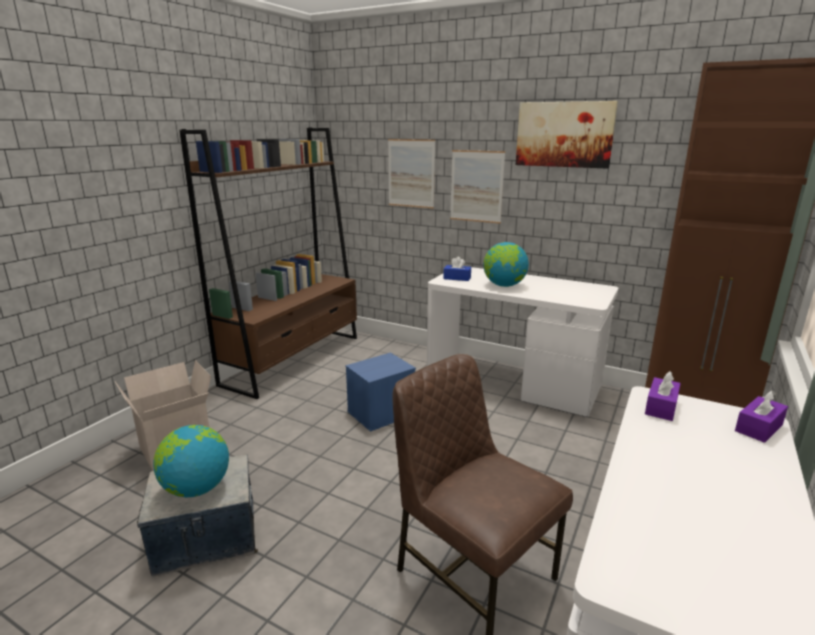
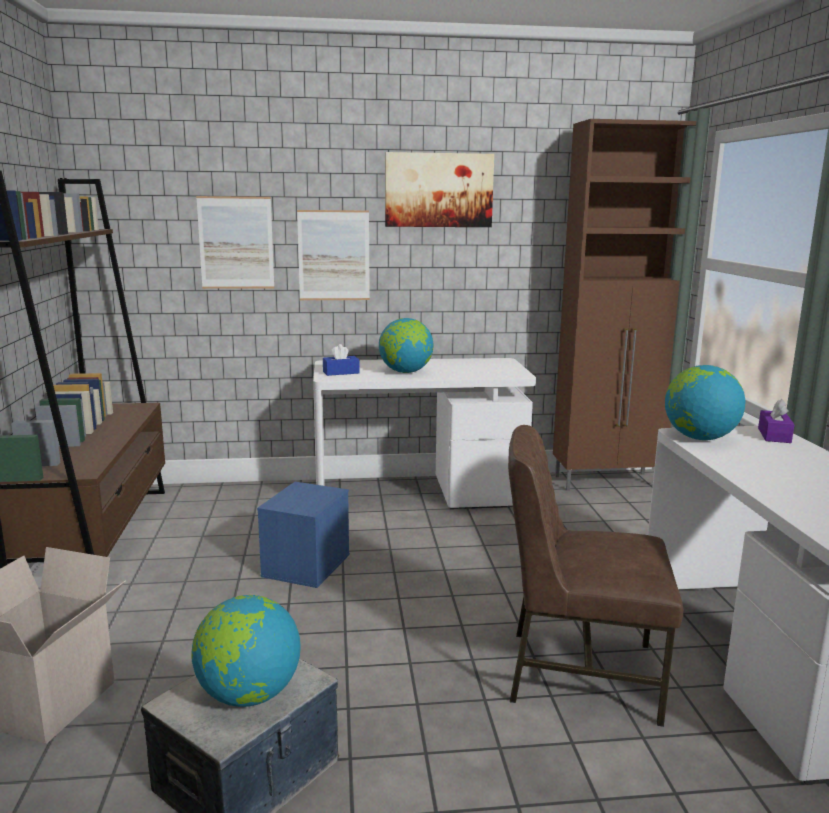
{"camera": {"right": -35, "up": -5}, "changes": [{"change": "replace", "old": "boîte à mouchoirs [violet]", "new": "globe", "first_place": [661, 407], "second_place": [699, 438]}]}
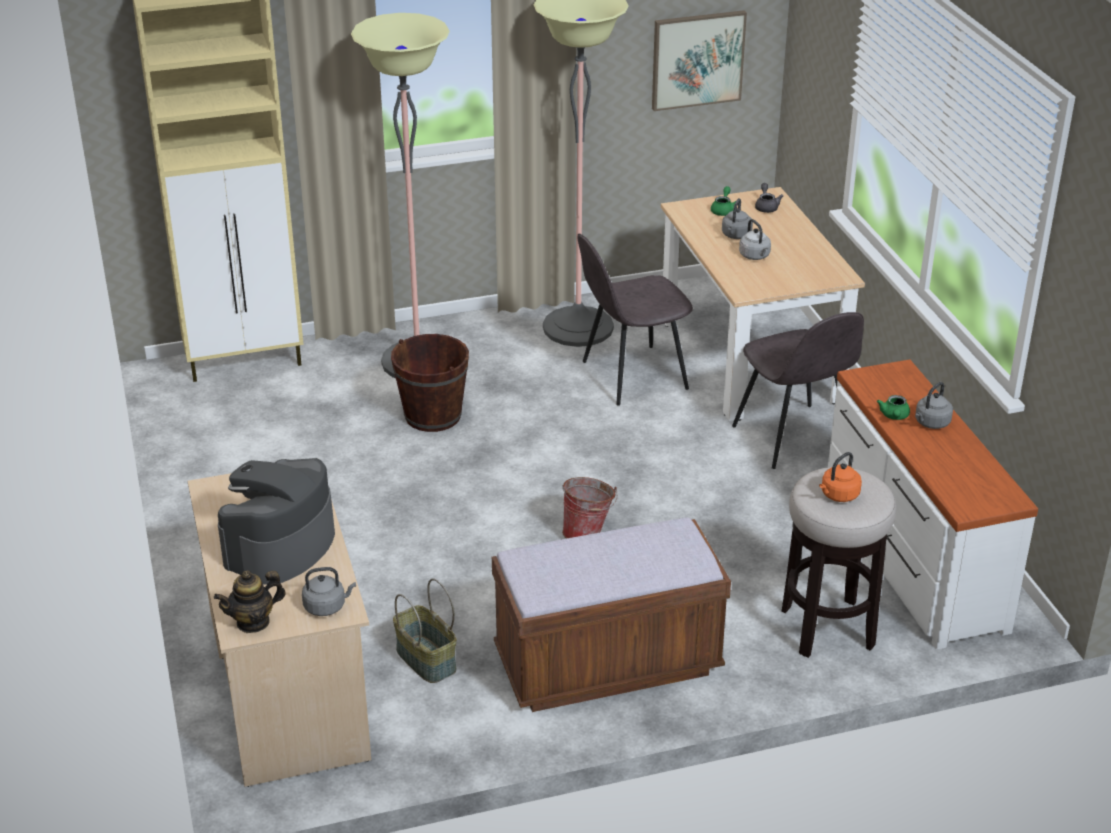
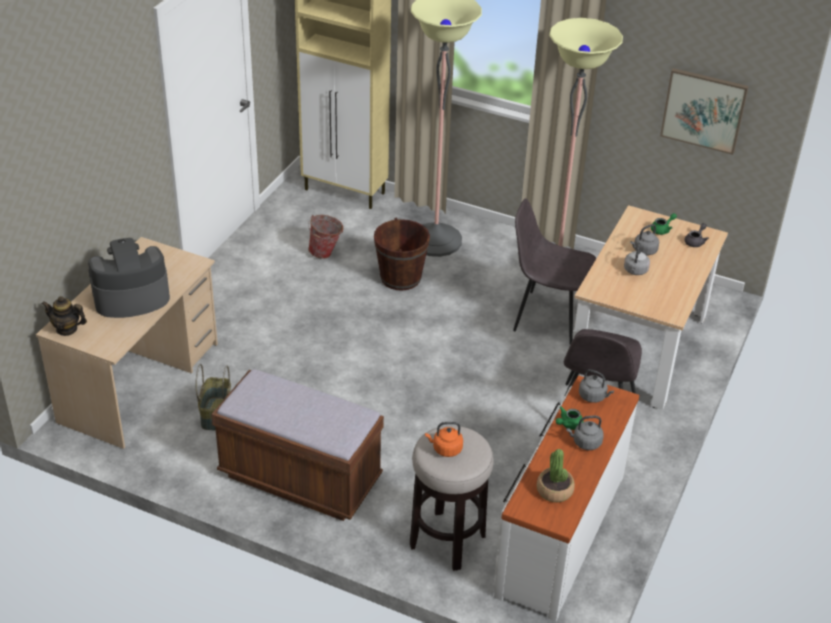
{"camera": {"right": 40, "up": 5}, "changes": [{"change": "move", "old": "seau", "first_place": [588, 534], "second_place": [326, 253]}, {"change": "insert", "new": "plante en pot", "second_place": [554, 490]}, {"change": "move", "old": "bouilloire [gris]", "first_place": [327, 606], "second_place": [593, 396]}]}
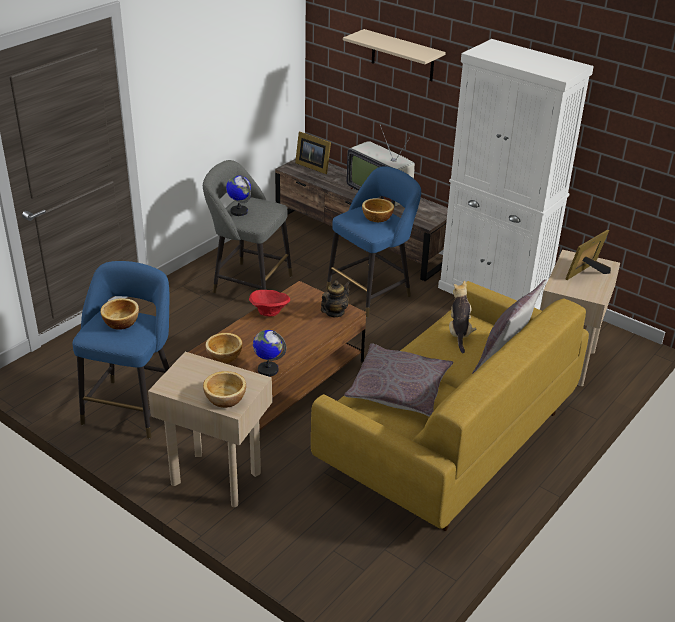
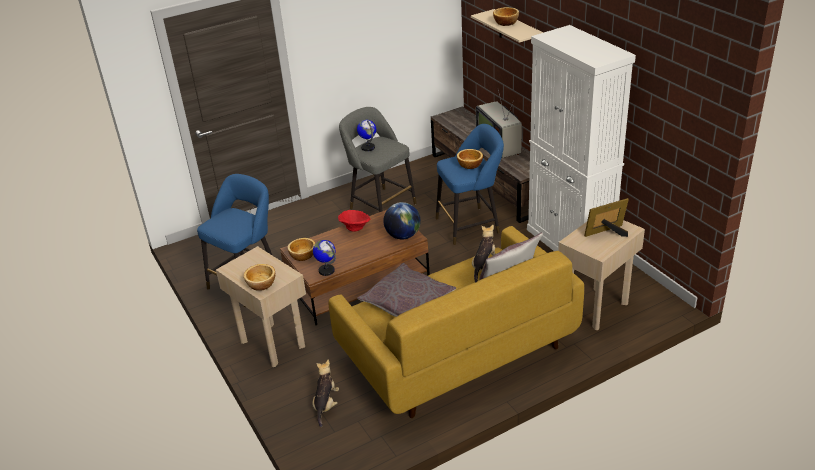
{"camera": {"right": 25, "up": 0}, "changes": [{"change": "insert", "new": "peluche", "second_place": [326, 405]}, {"change": "replace", "old": "théière", "new": "globe", "first_place": [334, 312], "second_place": [403, 236]}, {"change": "move", "old": "bol", "first_place": [121, 322], "second_place": [505, 22]}, {"change": "delete", "old": "cadre photo", "first_place": [313, 166]}]}
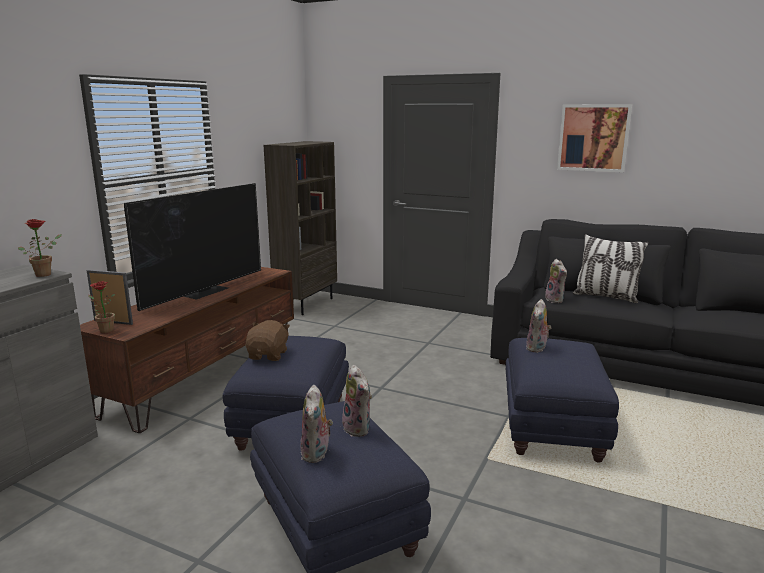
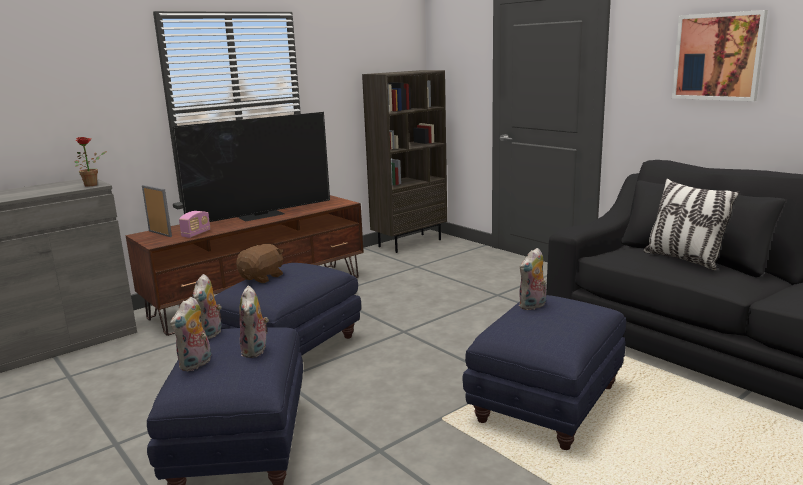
{"camera": {"right": 25, "up": 0}, "changes": [{"change": "insert", "new": "radio", "second_place": [196, 234]}, {"change": "move", "old": "peluche", "first_place": [556, 300], "second_place": [210, 335]}, {"change": "delete", "old": "plante en pot", "first_place": [104, 330]}]}
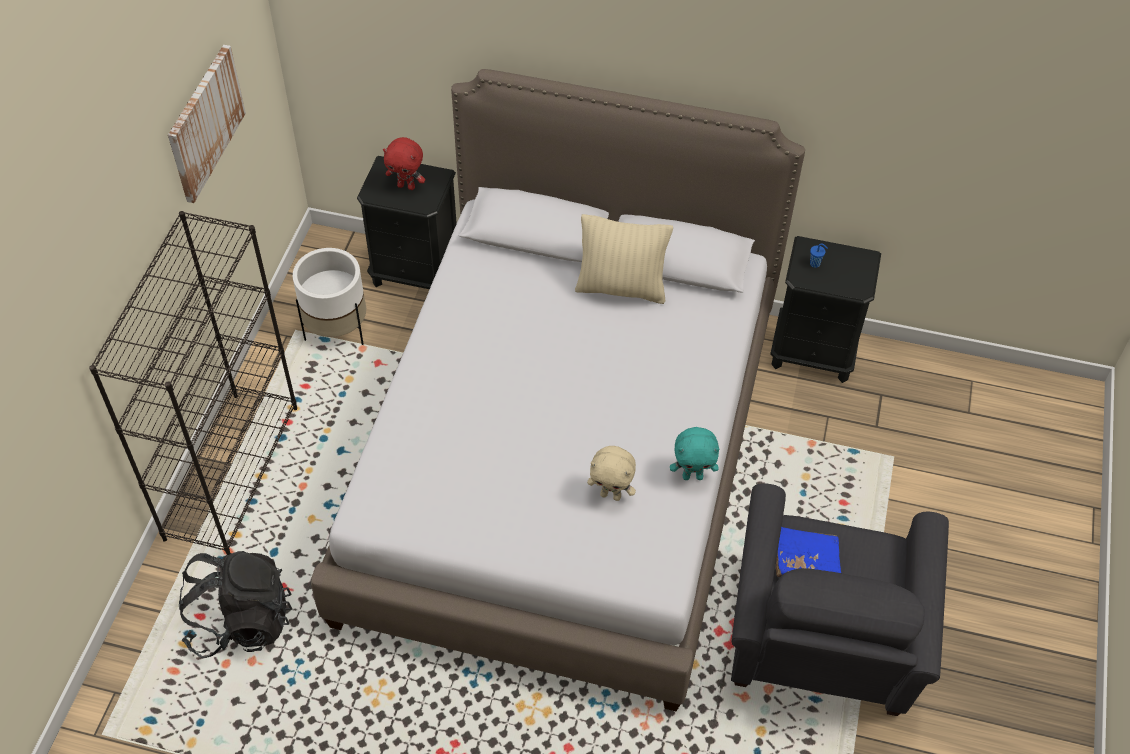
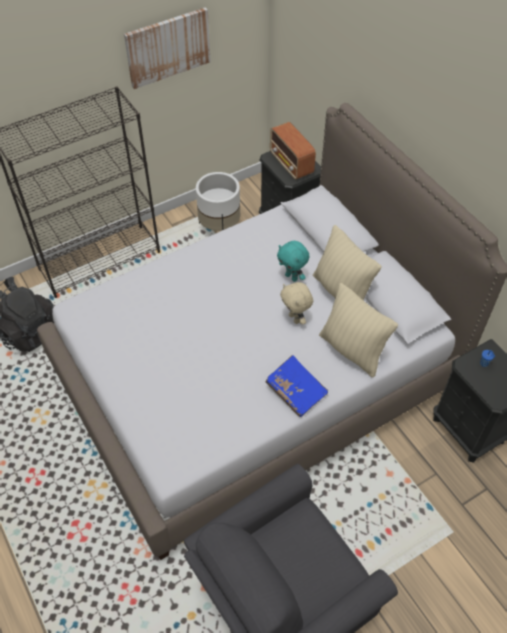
{"camera": {"right": 45, "up": 0}, "changes": [{"change": "move", "old": "livre [bleu]", "first_place": [805, 562], "second_place": [296, 391]}, {"change": "replace", "old": "peluche [rouge]", "new": "radio", "first_place": [406, 186], "second_place": [291, 164]}, {"change": "move", "old": "peluche [turquoise]", "first_place": [693, 476], "second_place": [292, 277]}, {"change": "move", "old": "peluche [beige]", "first_place": [611, 495], "second_place": [295, 318]}, {"change": "insert", "new": "coussin [beige]", "second_place": [352, 350]}]}
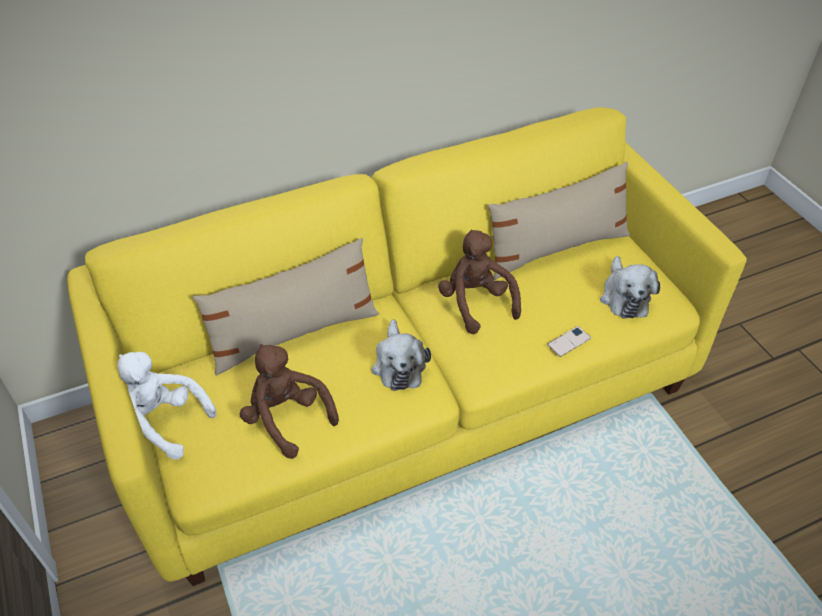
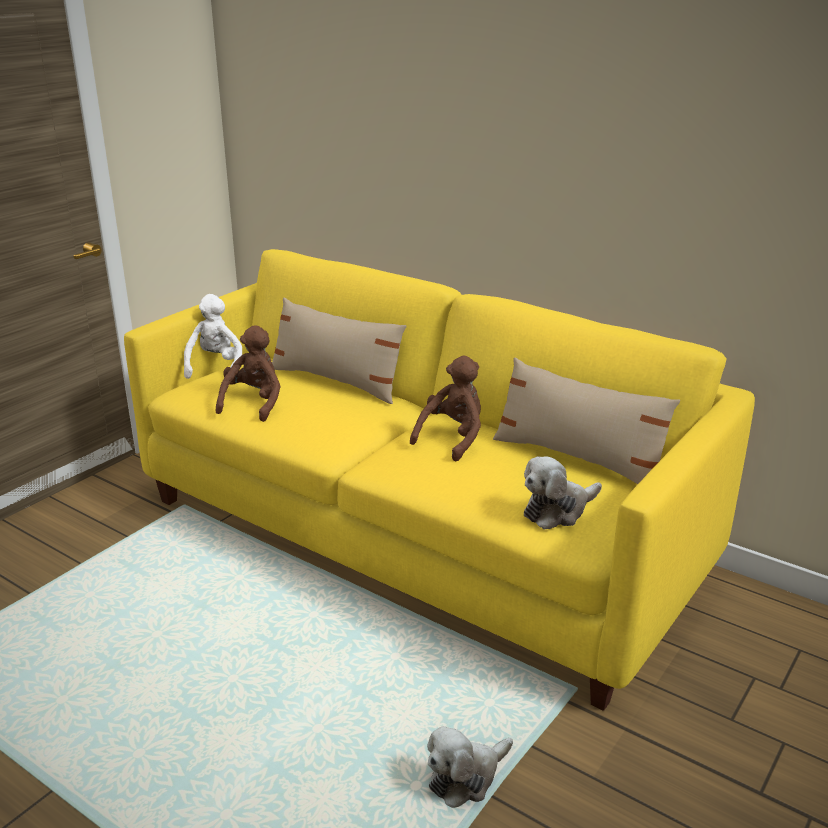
{"camera": {"right": 60, "up": -20}, "changes": [{"change": "move", "old": "peluche", "first_place": [398, 364], "second_place": [466, 777]}, {"change": "delete", "old": "téléphone", "first_place": [569, 341]}]}
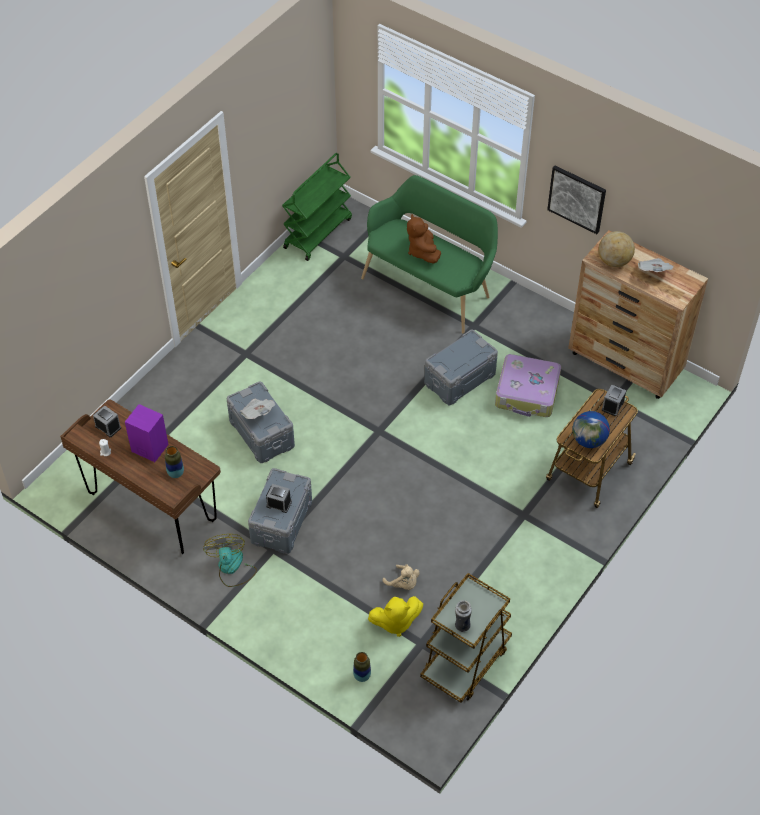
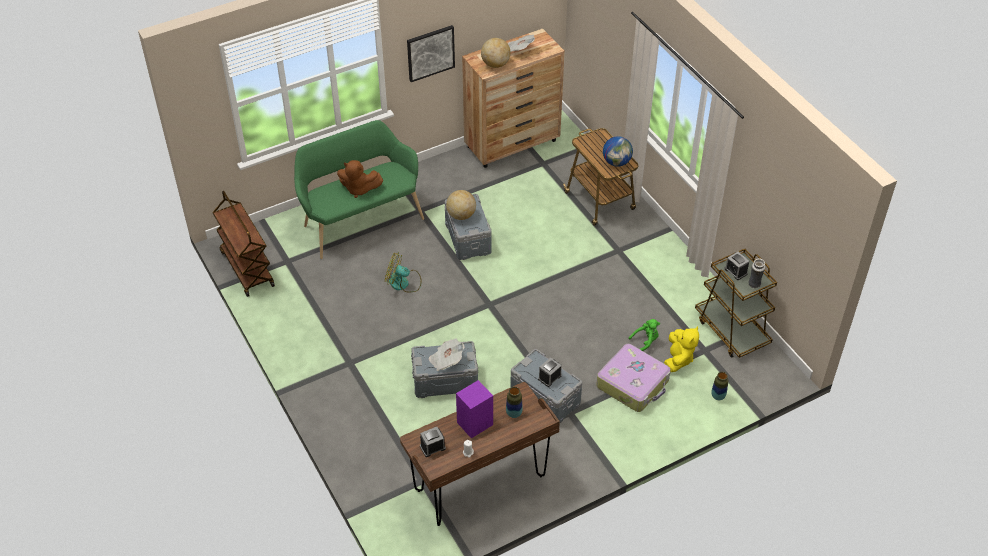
{"camera": {"right": -65, "up": -5}, "changes": [{"change": "recolor", "old": "chariot [vert]", "new": "chariot [marron]", "first_place": [318, 232], "second_place": [246, 268]}, {"change": "move", "old": "ventilateur", "first_place": [232, 568], "second_place": [403, 283]}, {"change": "insert", "new": "globe", "second_place": [461, 215]}, {"change": "move", "old": "valise", "first_place": [527, 393], "second_place": [633, 384]}, {"change": "recolor", "old": "peluche [beige]", "new": "peluche [vert]", "first_place": [403, 584], "second_place": [645, 341]}, {"change": "move", "old": "réveil", "first_place": [613, 406], "second_place": [735, 271]}]}
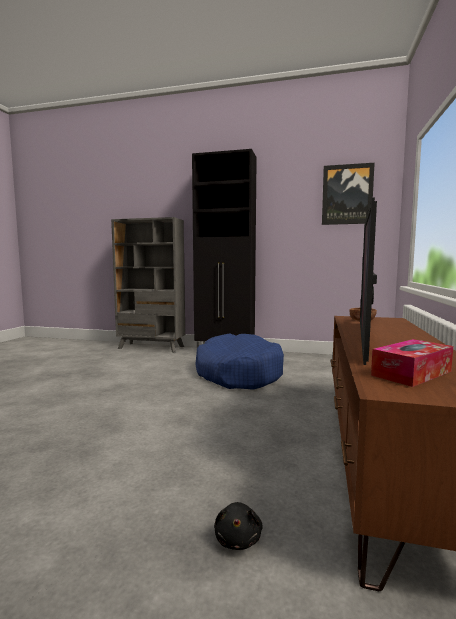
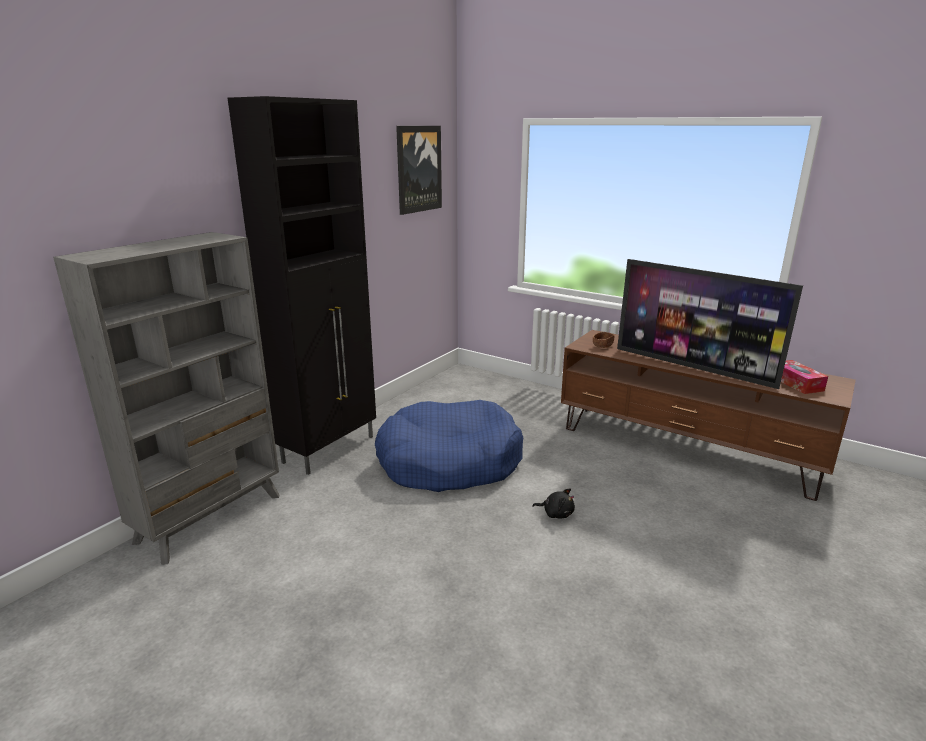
{"camera": {"right": -70, "up": 15}, "changes": [{"change": "move", "old": "peluche [noir]", "first_place": [238, 539], "second_place": [556, 513]}]}
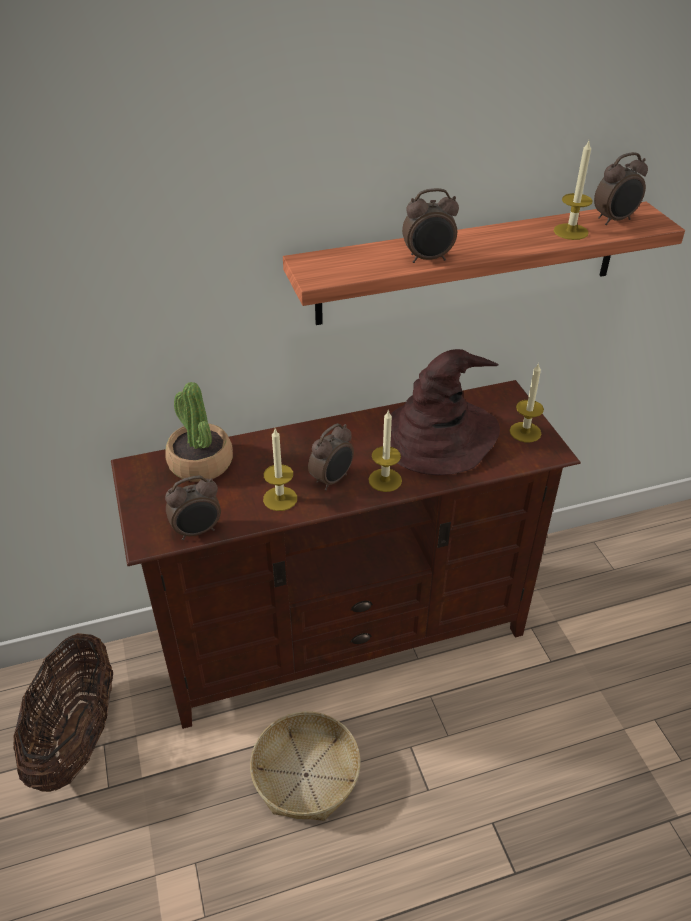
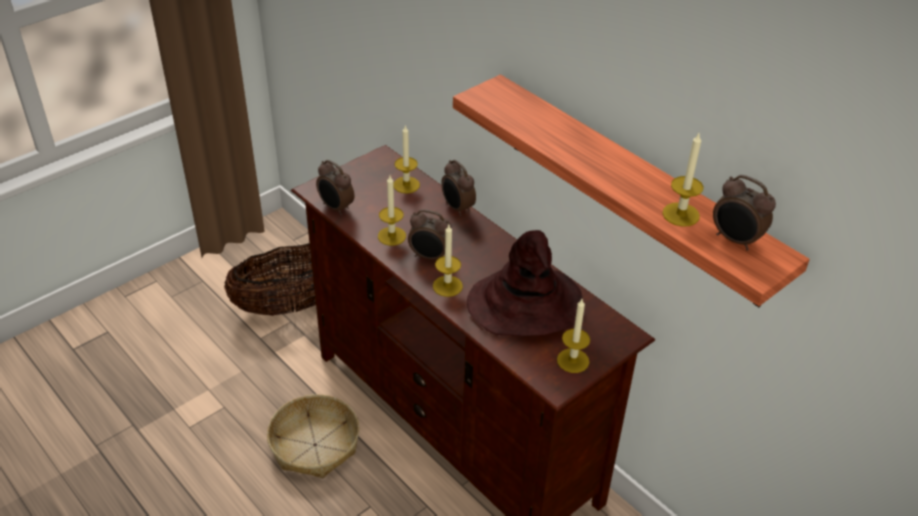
{"camera": {"right": 65, "up": 0}, "changes": [{"change": "replace", "old": "plante en pot", "new": "bougie", "first_place": [200, 463], "second_place": [406, 185]}, {"change": "move", "old": "réveil", "first_place": [428, 259], "second_place": [457, 208]}]}
